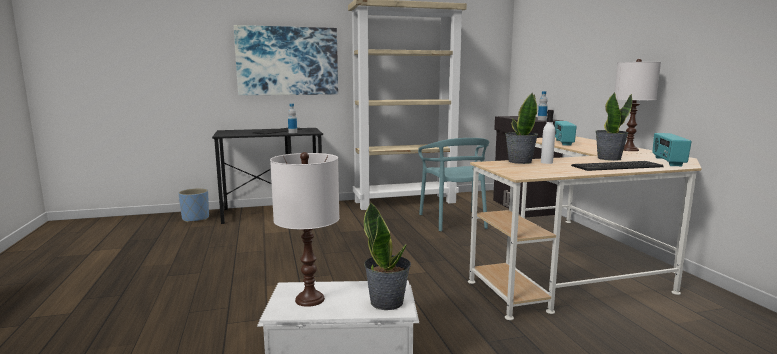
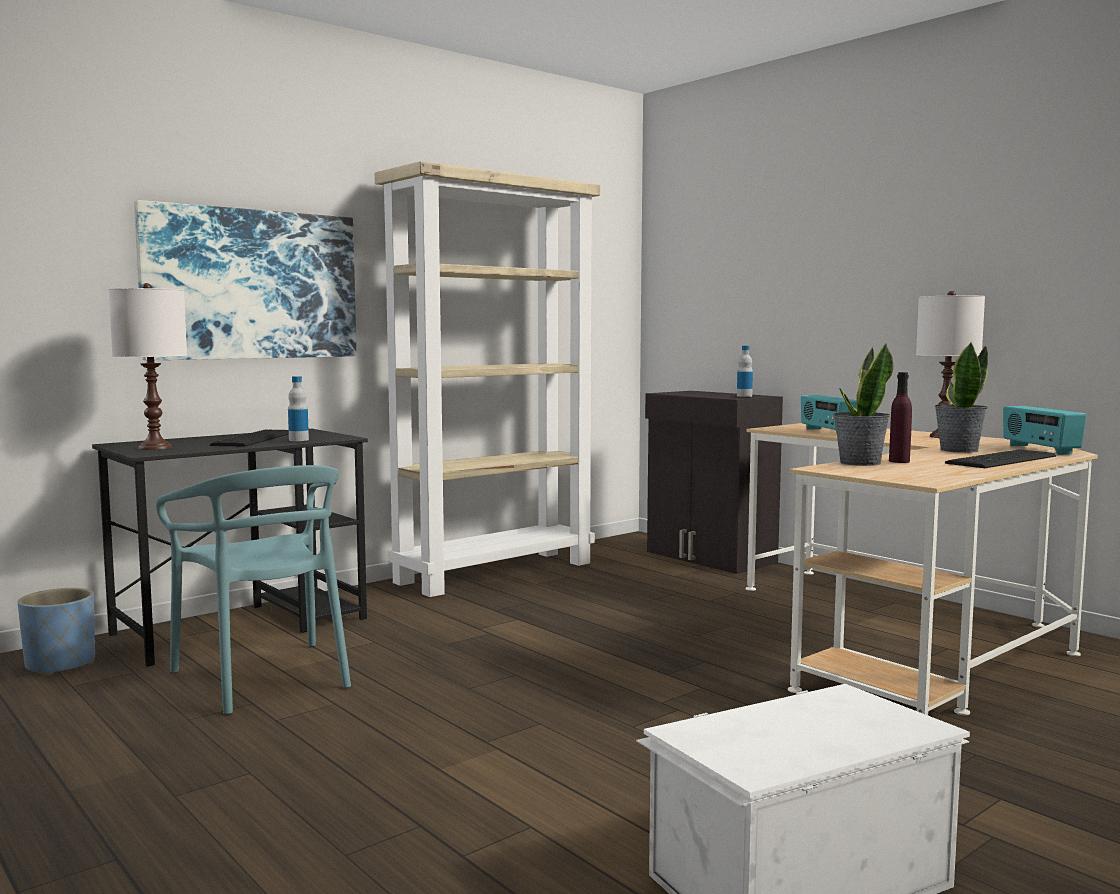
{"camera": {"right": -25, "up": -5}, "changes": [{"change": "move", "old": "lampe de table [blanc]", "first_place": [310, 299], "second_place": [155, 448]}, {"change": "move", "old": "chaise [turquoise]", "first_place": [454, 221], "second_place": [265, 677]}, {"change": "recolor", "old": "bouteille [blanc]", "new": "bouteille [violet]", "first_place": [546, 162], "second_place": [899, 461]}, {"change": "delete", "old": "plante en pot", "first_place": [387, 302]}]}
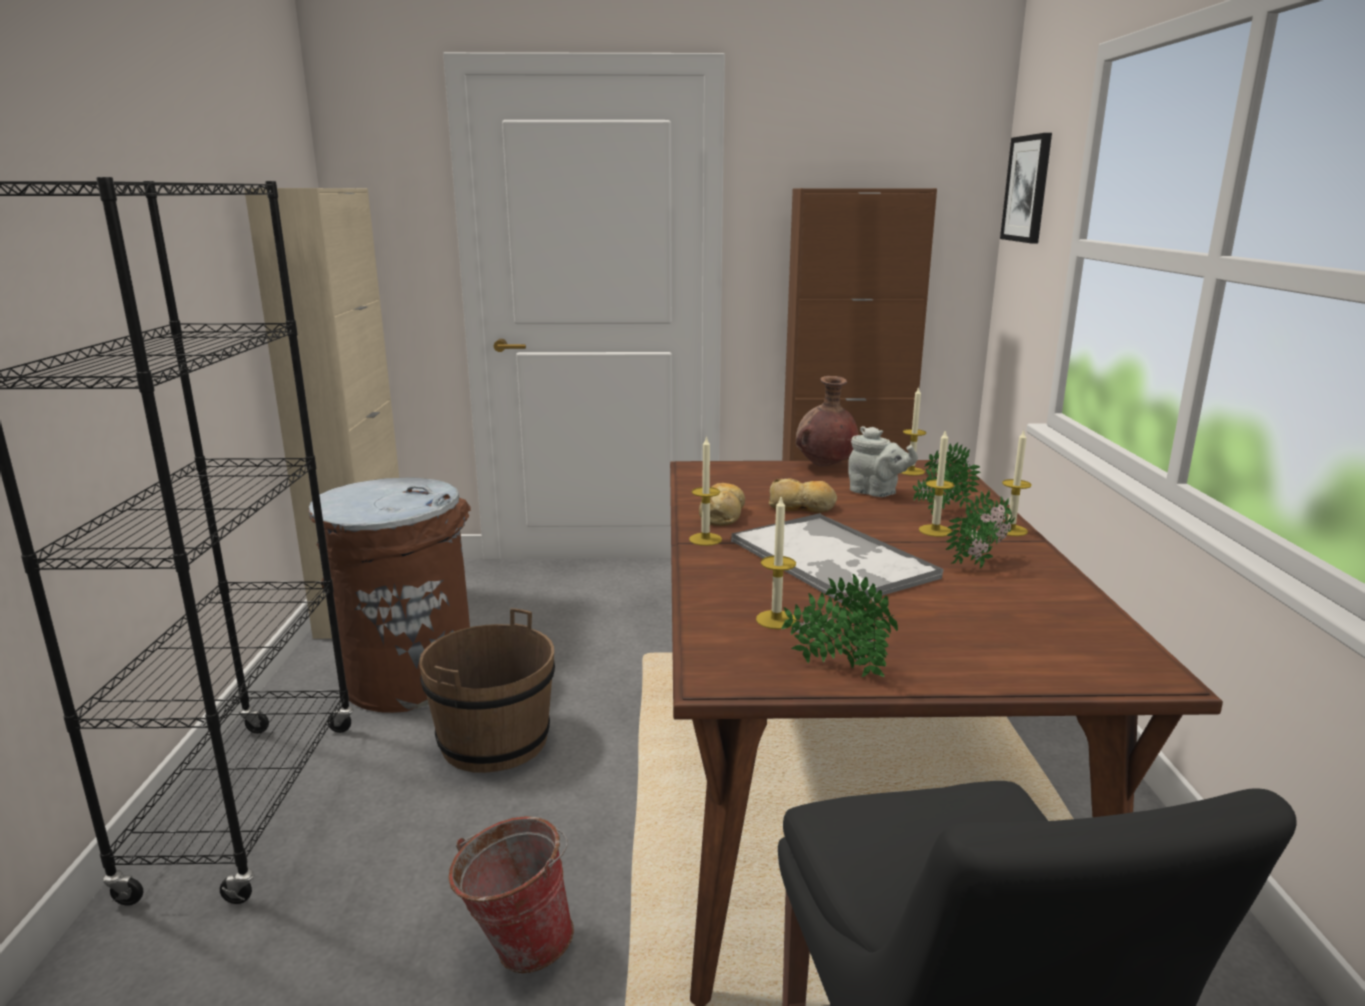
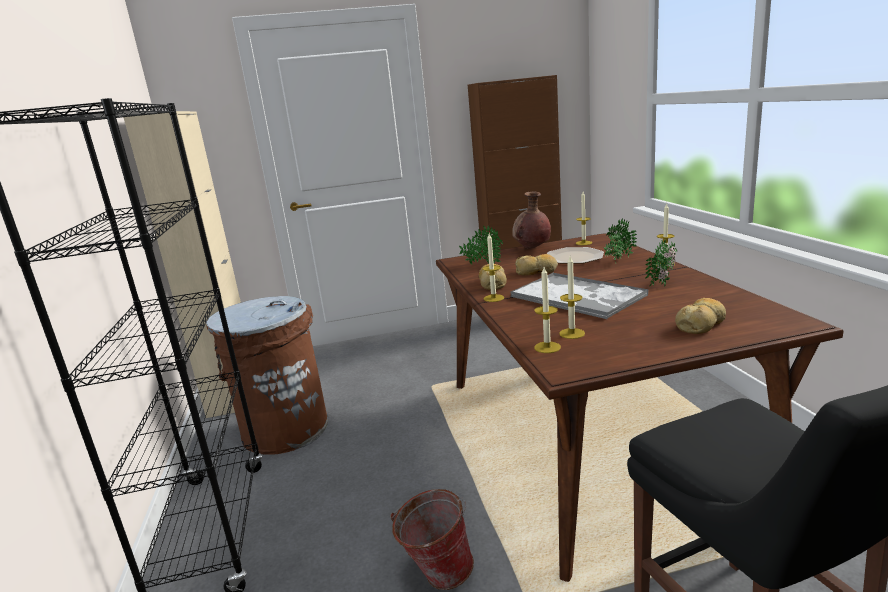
{"camera": {"right": -10, "up": 0}, "changes": [{"change": "move", "old": "plante en pot", "first_place": [836, 667], "second_place": [482, 264]}, {"change": "move", "old": "bougie", "first_place": [935, 530], "second_place": [547, 347]}, {"change": "replace", "old": "théière [gris]", "new": "assiette", "first_place": [876, 493], "second_place": [573, 257]}, {"change": "insert", "new": "pain", "second_place": [701, 324]}, {"change": "delete", "old": "seau [marron]", "first_place": [493, 740]}, {"change": "delete", "old": "tableau", "first_place": [1027, 189]}]}
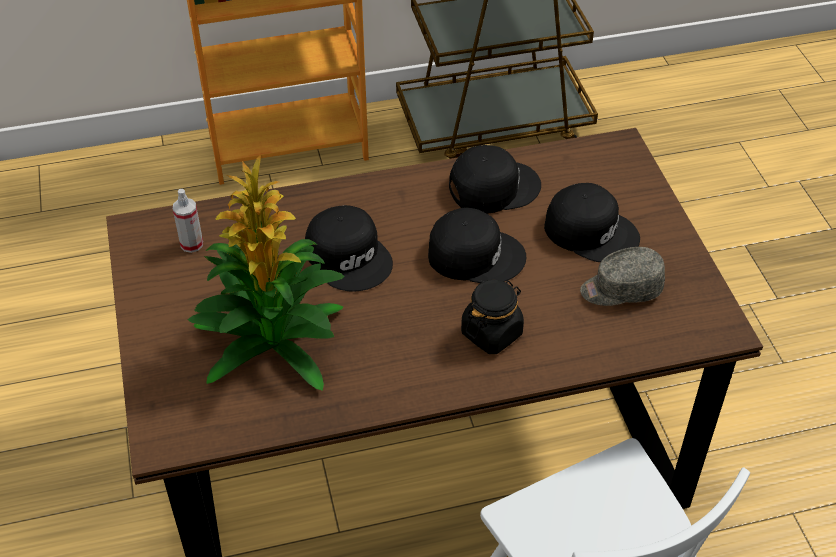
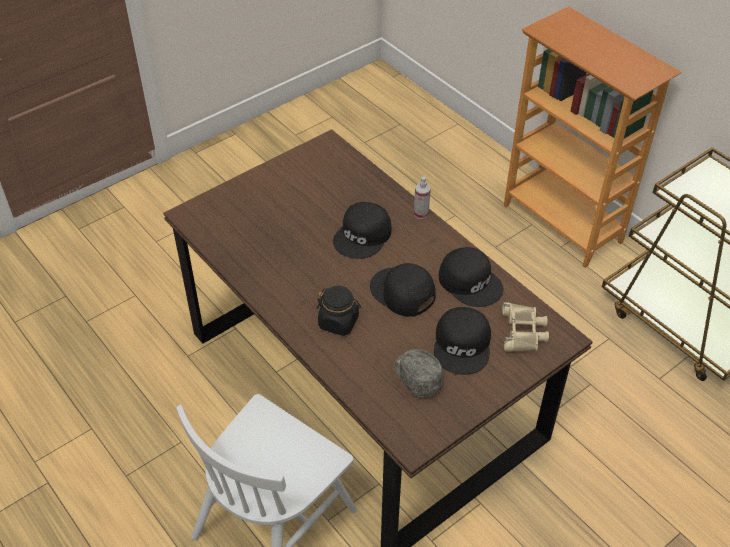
{"camera": {"right": 65, "up": 0}, "changes": [{"change": "rotate", "old": "casquette [noir]", "first_place": [475, 254], "second_place": [402, 293], "degrees": 150}, {"change": "move", "old": "vaporisateur", "first_place": [192, 244], "second_place": [421, 213]}, {"change": "insert", "new": "jumelles [beige]", "second_place": [523, 331]}, {"change": "delete", "old": "plante en pot", "first_place": [272, 339]}]}
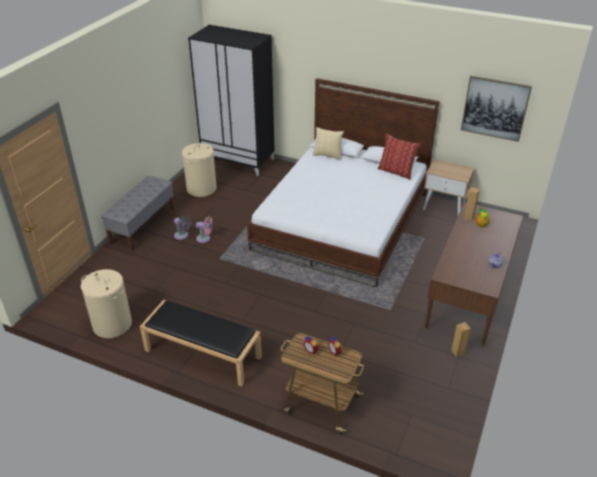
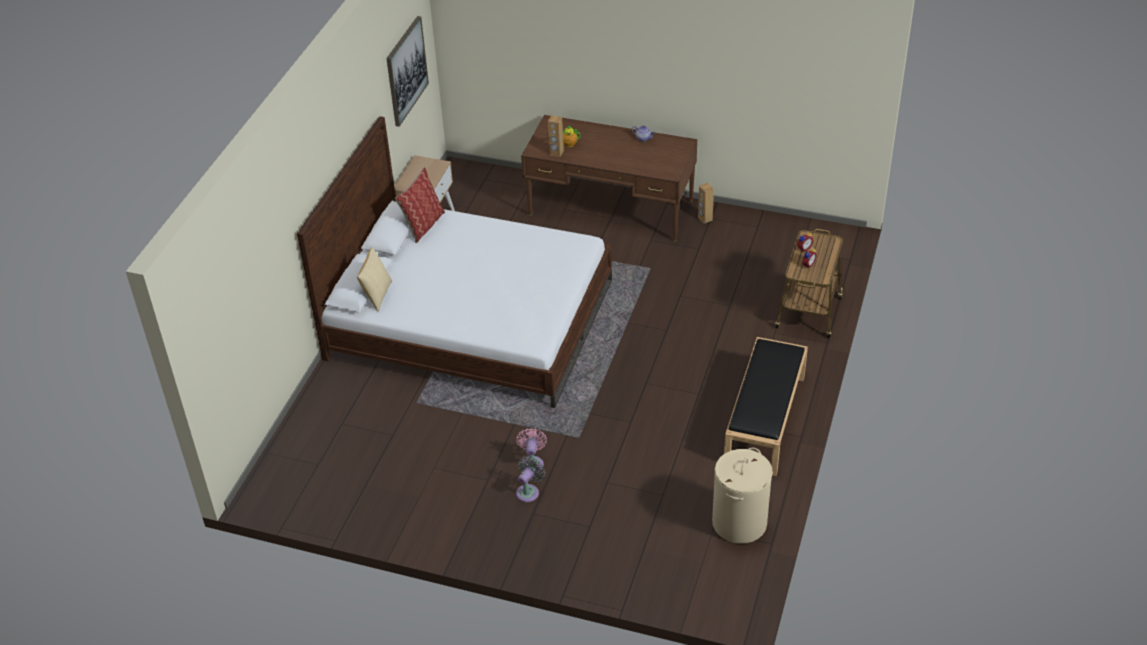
{"camera": {"right": -95, "up": 5}, "changes": [{"change": "delete", "old": "banc [gris]", "first_place": [143, 225]}, {"change": "delete", "old": "panier à linge [beige]", "first_place": [201, 188]}, {"change": "delete", "old": "armoire [noir]", "first_place": [238, 160]}]}
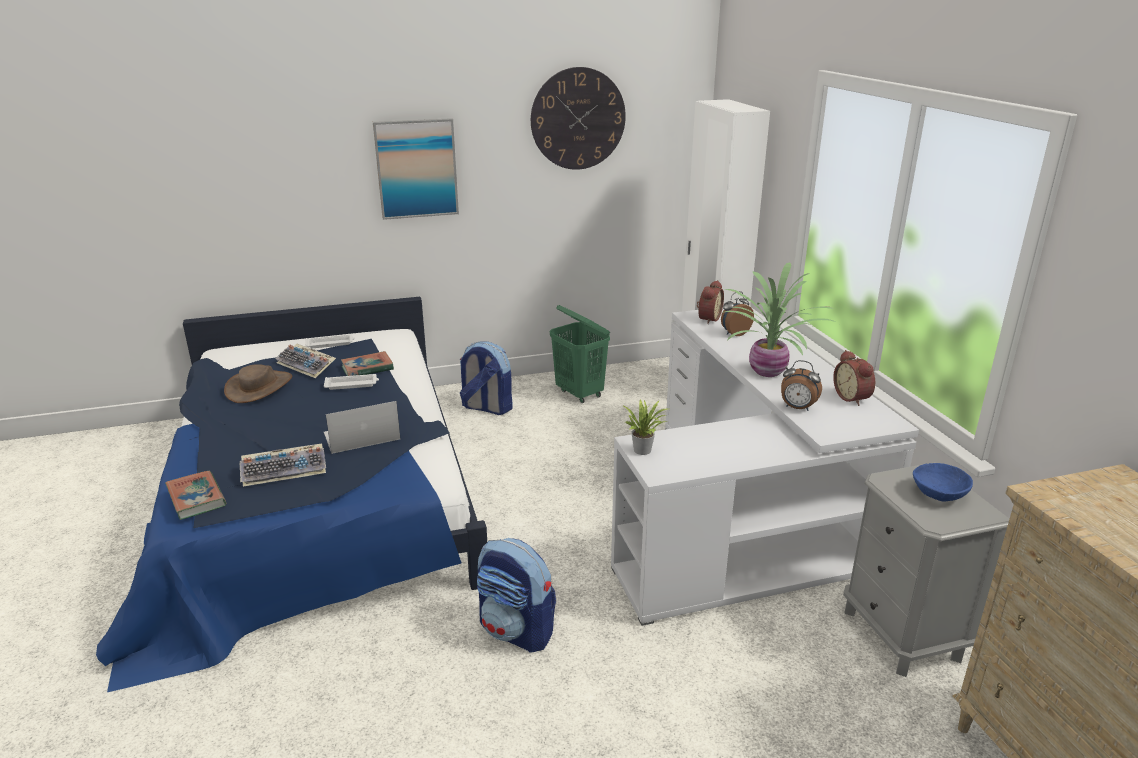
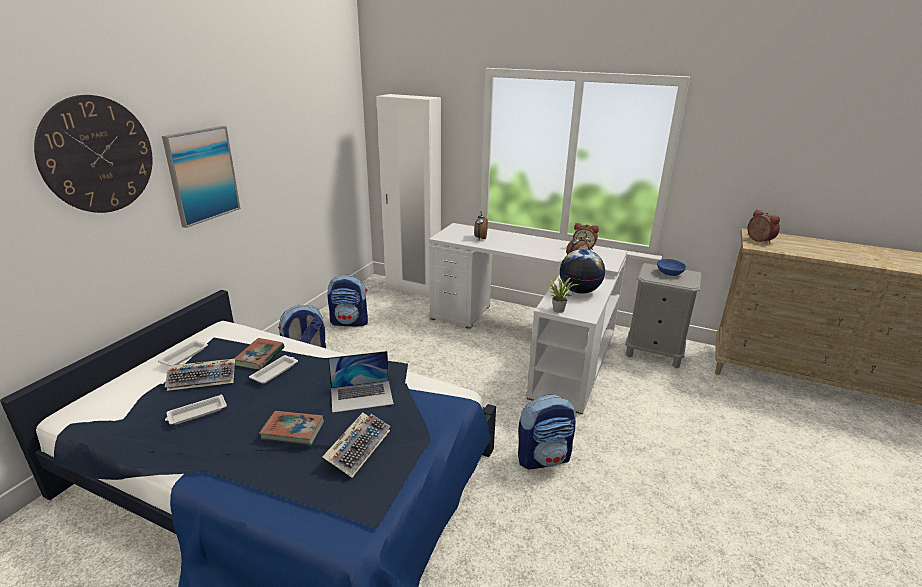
{"camera": {"right": -50, "up": 0}, "changes": [{"change": "move", "old": "horloge murale", "first_place": [578, 119], "second_place": [97, 155]}, {"change": "replace", "old": "chapeau [marron]", "new": "plateau [blanc]", "first_place": [259, 387], "second_place": [196, 413]}, {"change": "move", "old": "livre", "first_place": [196, 498], "second_place": [293, 430]}, {"change": "replace", "old": "panier à linge [vert]", "new": "sac à dos", "first_place": [580, 394], "second_place": [350, 322]}, {"change": "rotate", "old": "ordinateur portable", "first_place": [361, 436], "second_place": [362, 396], "degrees": -120}, {"change": "insert", "new": "globe", "second_place": [579, 291]}, {"change": "move", "old": "réveil", "first_place": [707, 319], "second_place": [758, 240]}, {"change": "delete", "old": "plante en pot", "first_place": [769, 372]}]}
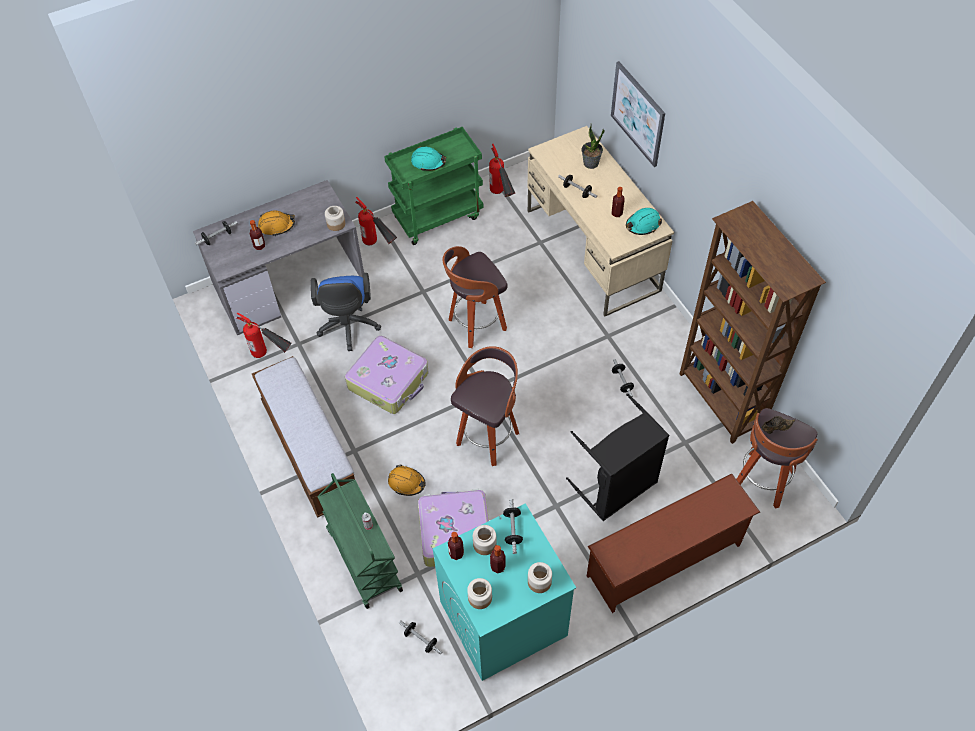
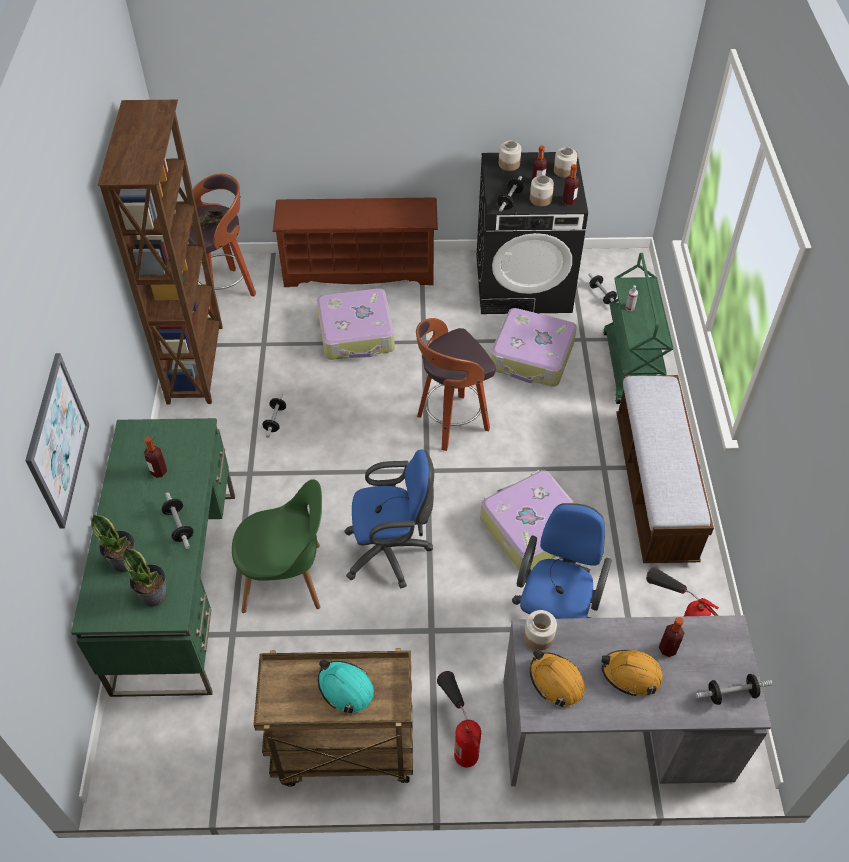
{"camera": {"right": -155, "up": -5}, "changes": [{"change": "recolor", "old": "bureau [beige]", "new": "bureau [vert]", "first_place": [593, 251], "second_place": [177, 588]}, {"change": "insert", "new": "plante en pot", "second_place": [154, 595]}, {"change": "insert", "new": "chaise [vert]", "second_place": [286, 578]}, {"change": "recolor", "old": "chariot [vert]", "new": "chariot [marron]", "first_place": [438, 216], "second_place": [343, 751]}, {"change": "replace", "old": "panier à linge [noir]", "new": "valise", "first_place": [617, 488], "second_place": [357, 333]}, {"change": "replace", "old": "tabouret", "new": "chaise de bureau [bleu]", "first_place": [476, 325], "second_place": [391, 552]}, {"change": "recolor", "old": "lave-linge [turquoise]", "new": "lave-linge [noir]", "first_place": [502, 619], "second_place": [524, 283]}, {"change": "move", "old": "casque de chantier [orange]", "first_place": [406, 482], "second_place": [556, 681]}, {"change": "delete", "old": "extincteur", "first_place": [501, 198]}, {"change": "delete", "old": "casque de chantier [turquoise]", "first_place": [643, 225]}]}
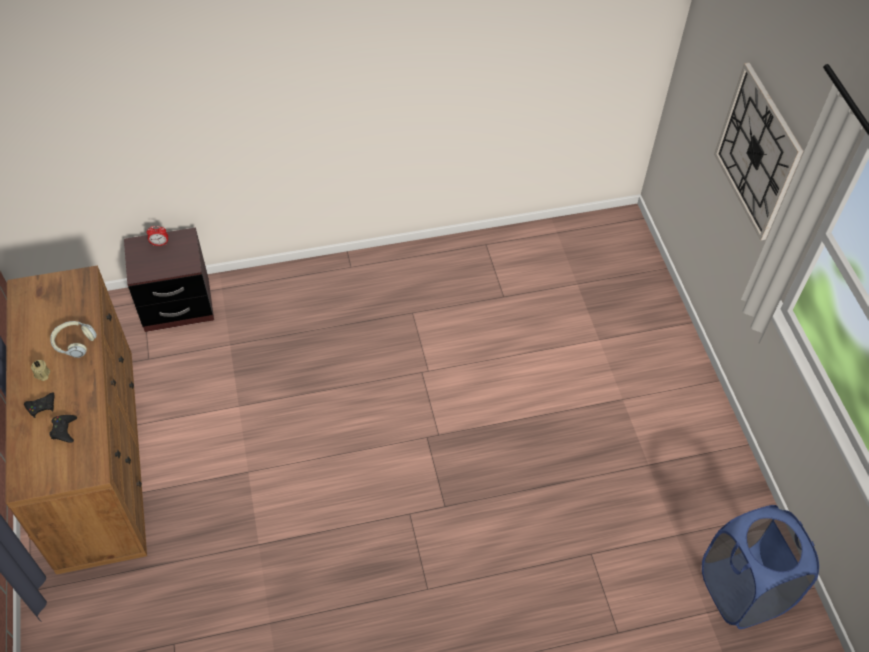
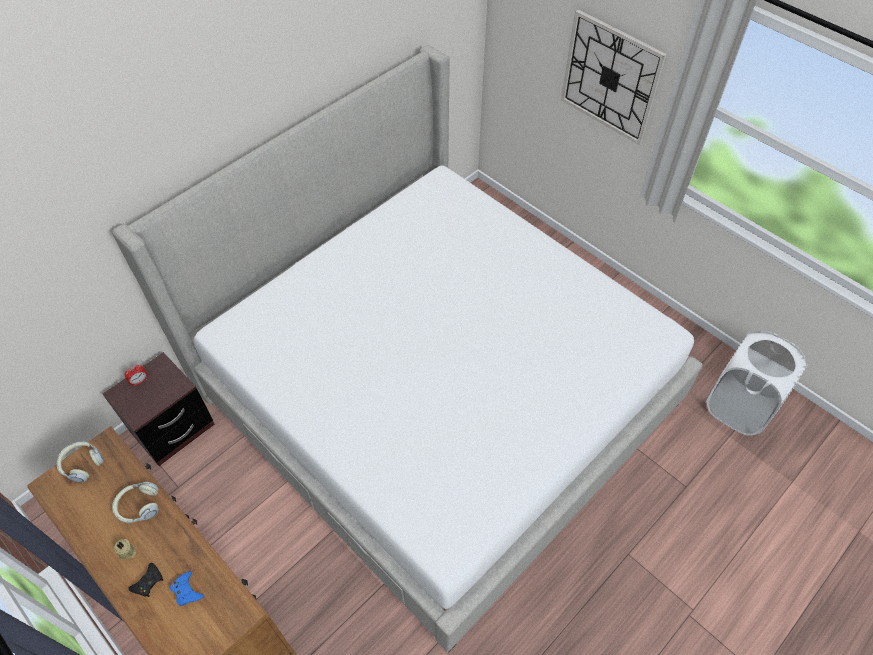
{"camera": {"right": -30, "up": 0}, "changes": [{"change": "insert", "new": "casque audio", "second_place": [82, 464]}, {"change": "insert", "new": "lit", "second_place": [436, 394]}, {"change": "recolor", "old": "manette [noir]", "new": "manette [bleu]", "first_place": [64, 430], "second_place": [187, 591]}, {"change": "recolor", "old": "panier à linge [bleu]", "new": "panier à linge [blanc]", "first_place": [742, 590], "second_place": [738, 407]}]}
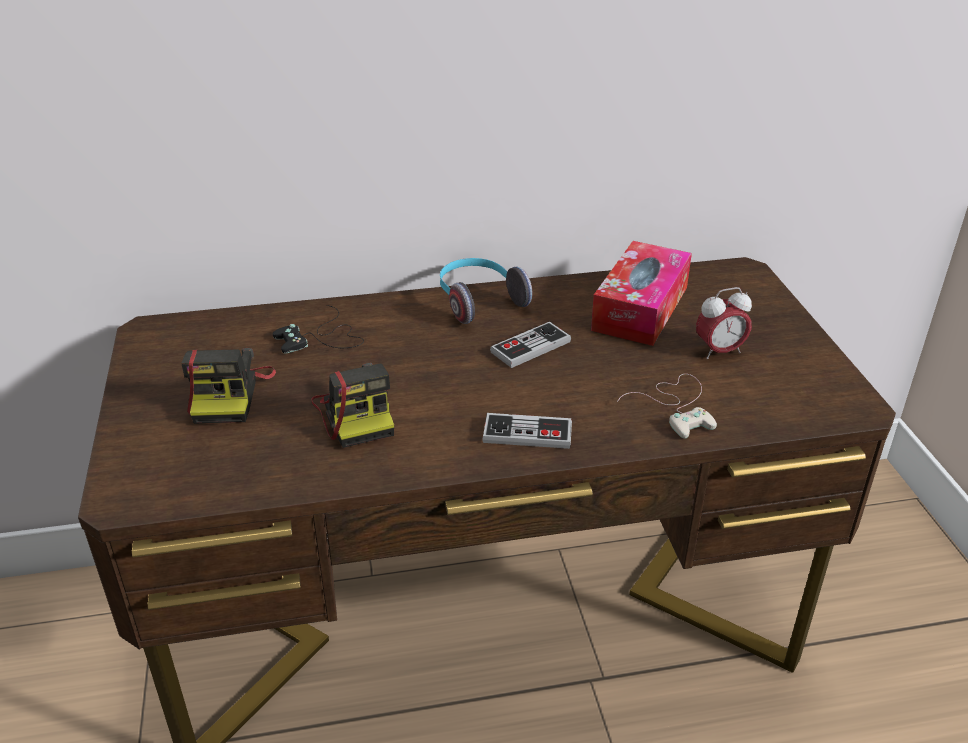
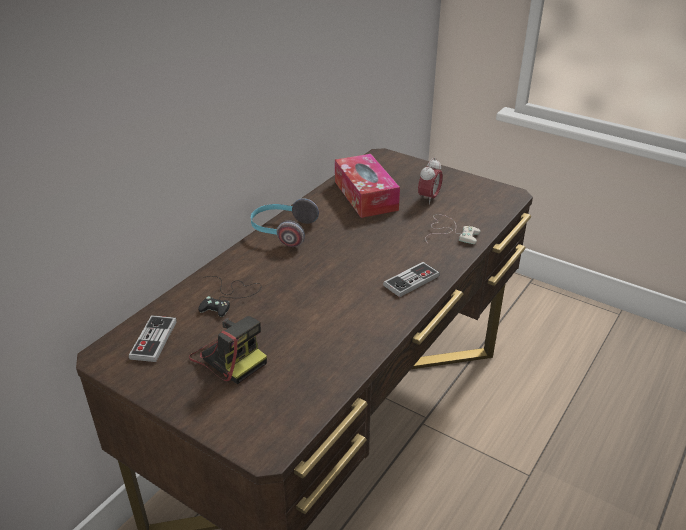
{"camera": {"right": -45, "up": 0}, "changes": [{"change": "move", "old": "manette", "first_place": [530, 347], "second_place": [153, 340]}, {"change": "delete", "old": "appareil photo", "first_place": [357, 414]}]}
